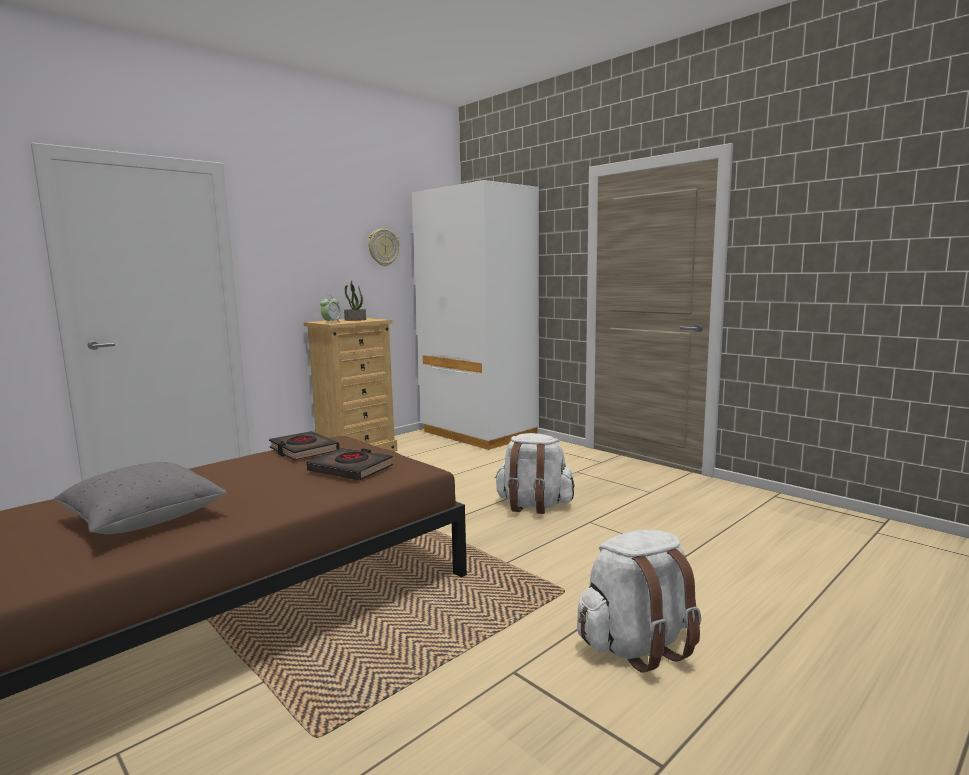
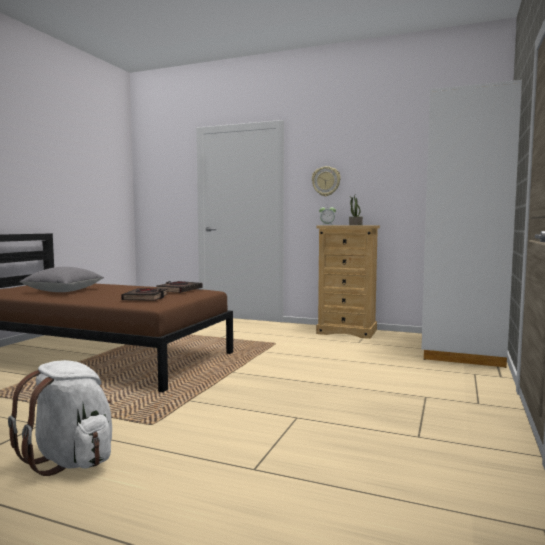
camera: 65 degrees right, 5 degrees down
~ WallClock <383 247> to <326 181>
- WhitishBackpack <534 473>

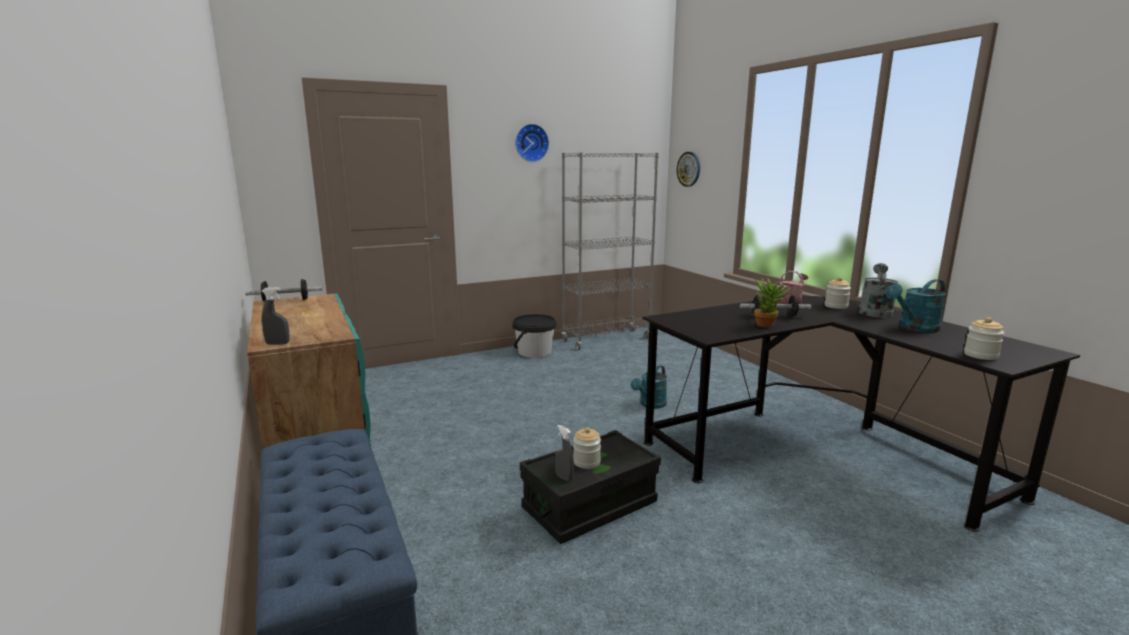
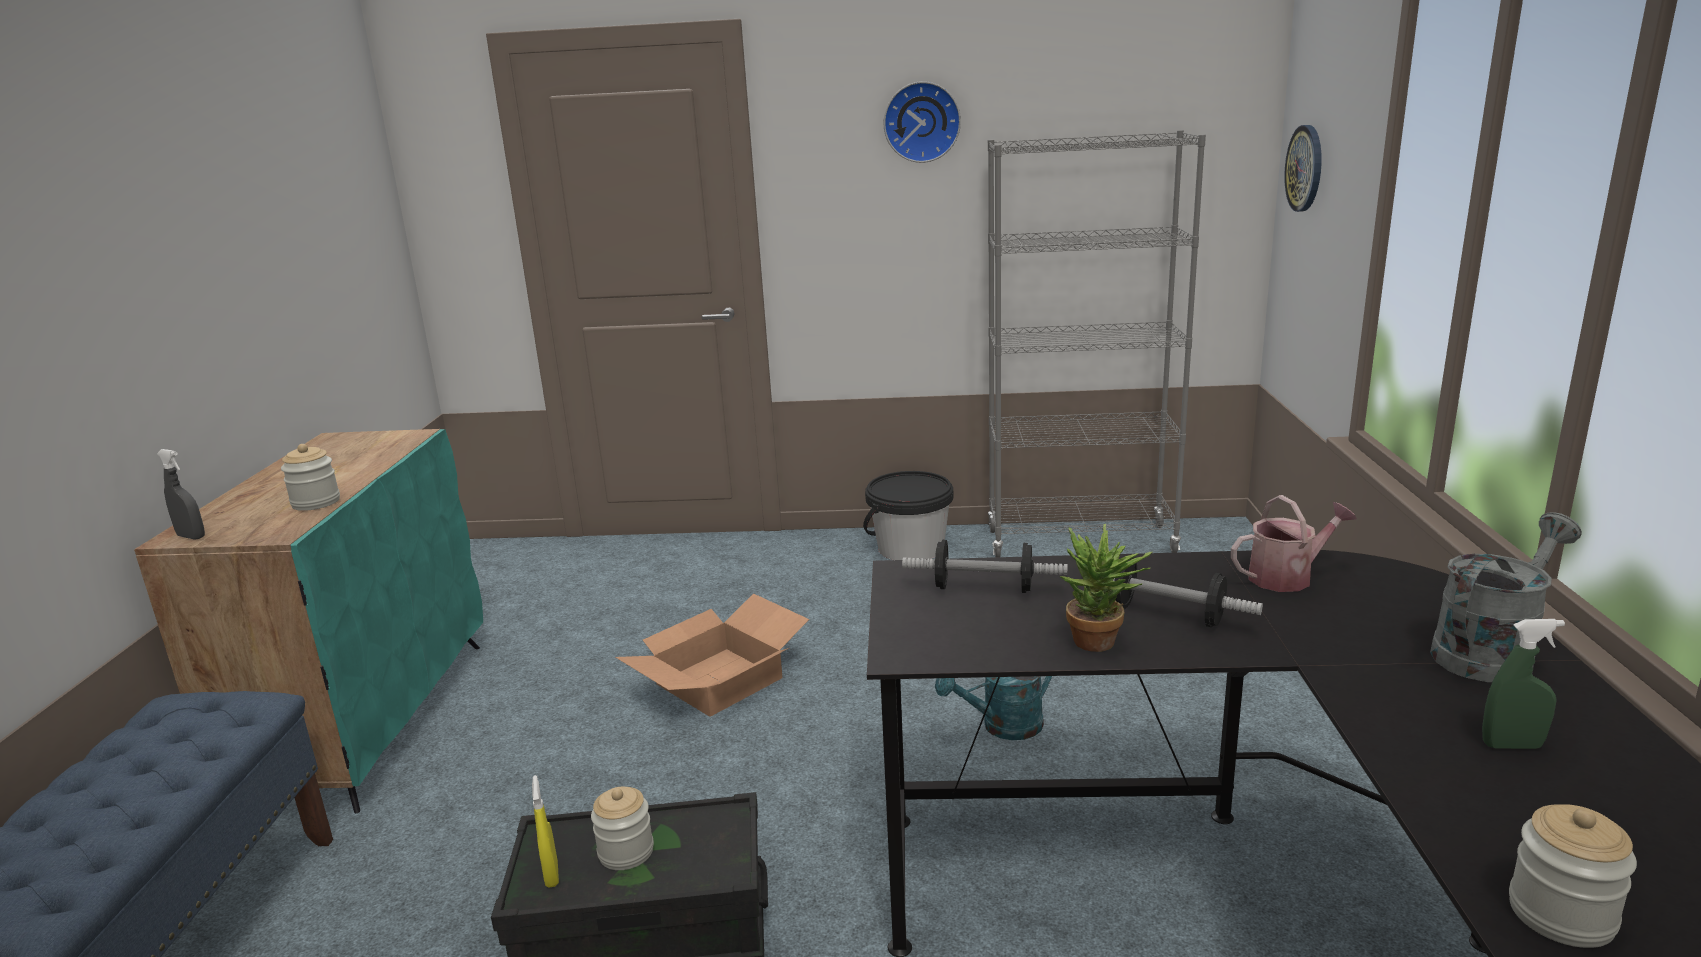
camera: 30 degrees right, 5 degrees up
~ Jar <838 293> to <310 477>
~ Dumbbell <283 290> to <985 566>
~ TurquoiseColouredWateringCan <916 306> to GreenSprayer <1523 684>
~ GreySprayer <564 453> to YellowColouredSprayer <545 831>
+ Carton <712 655>

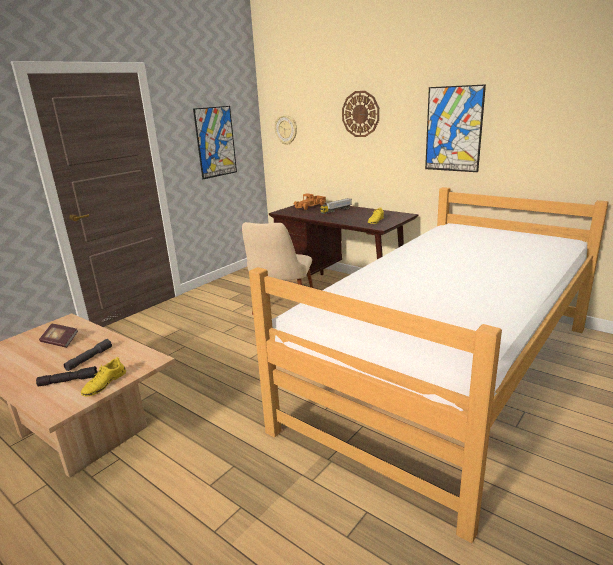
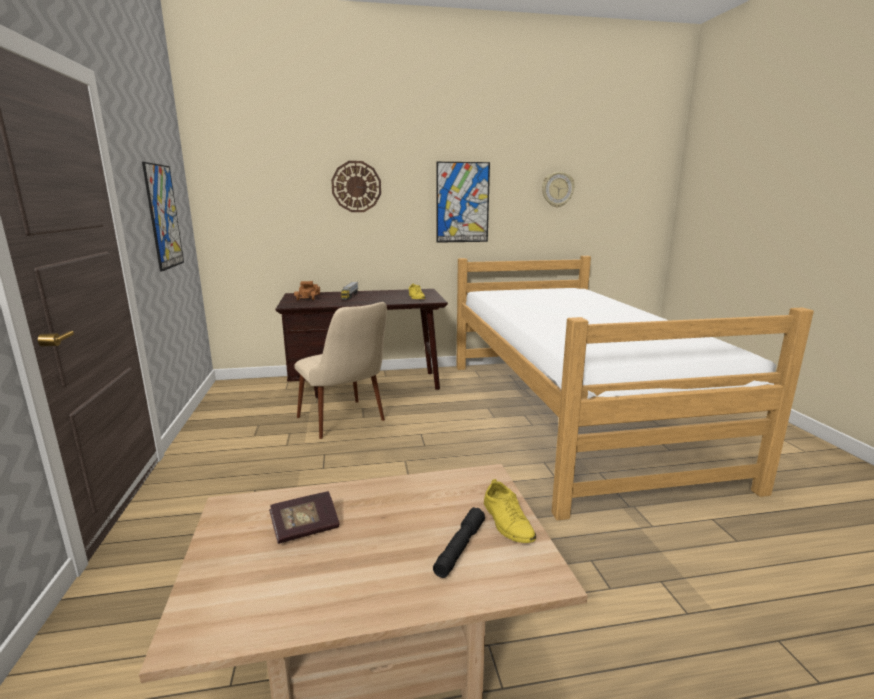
camera: 50 degrees left, 5 degrees down
~ WallClock <286 130> to <558 189>
- GreyFlashlight <88 355>

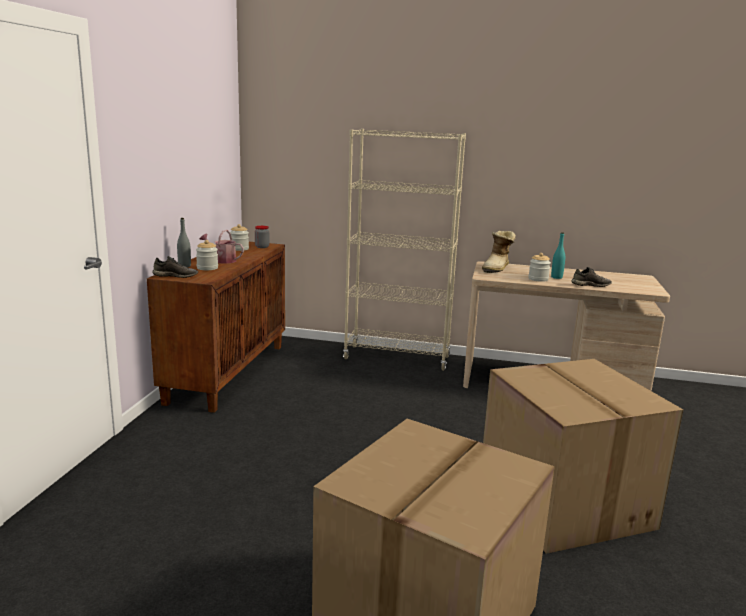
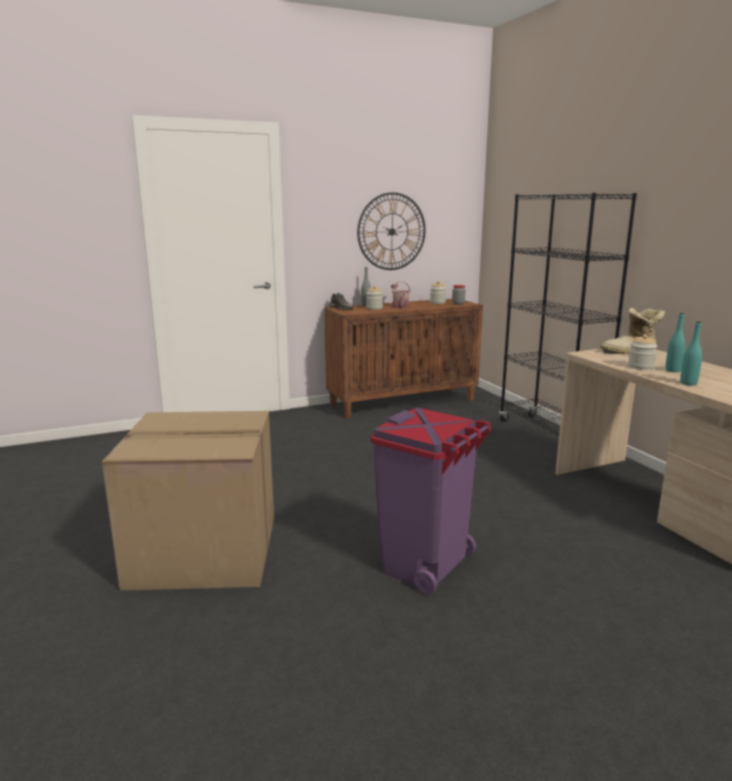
camera: 55 degrees right, 0 degrees up
~ BeigeColouredShelvingUnit <404 250> to BlackShelvingUnit <568 314>
~ GreyItemOfFootwear <591 277> to TurquoiseColouredBottle <691 353>
~ Carton <583 456> to PurplishWasteBin <431 501>
+ WallClock <391 231>

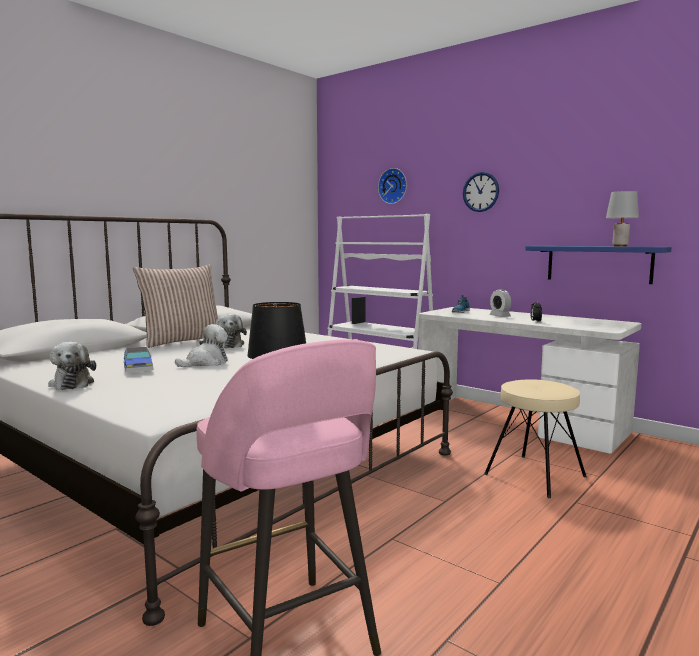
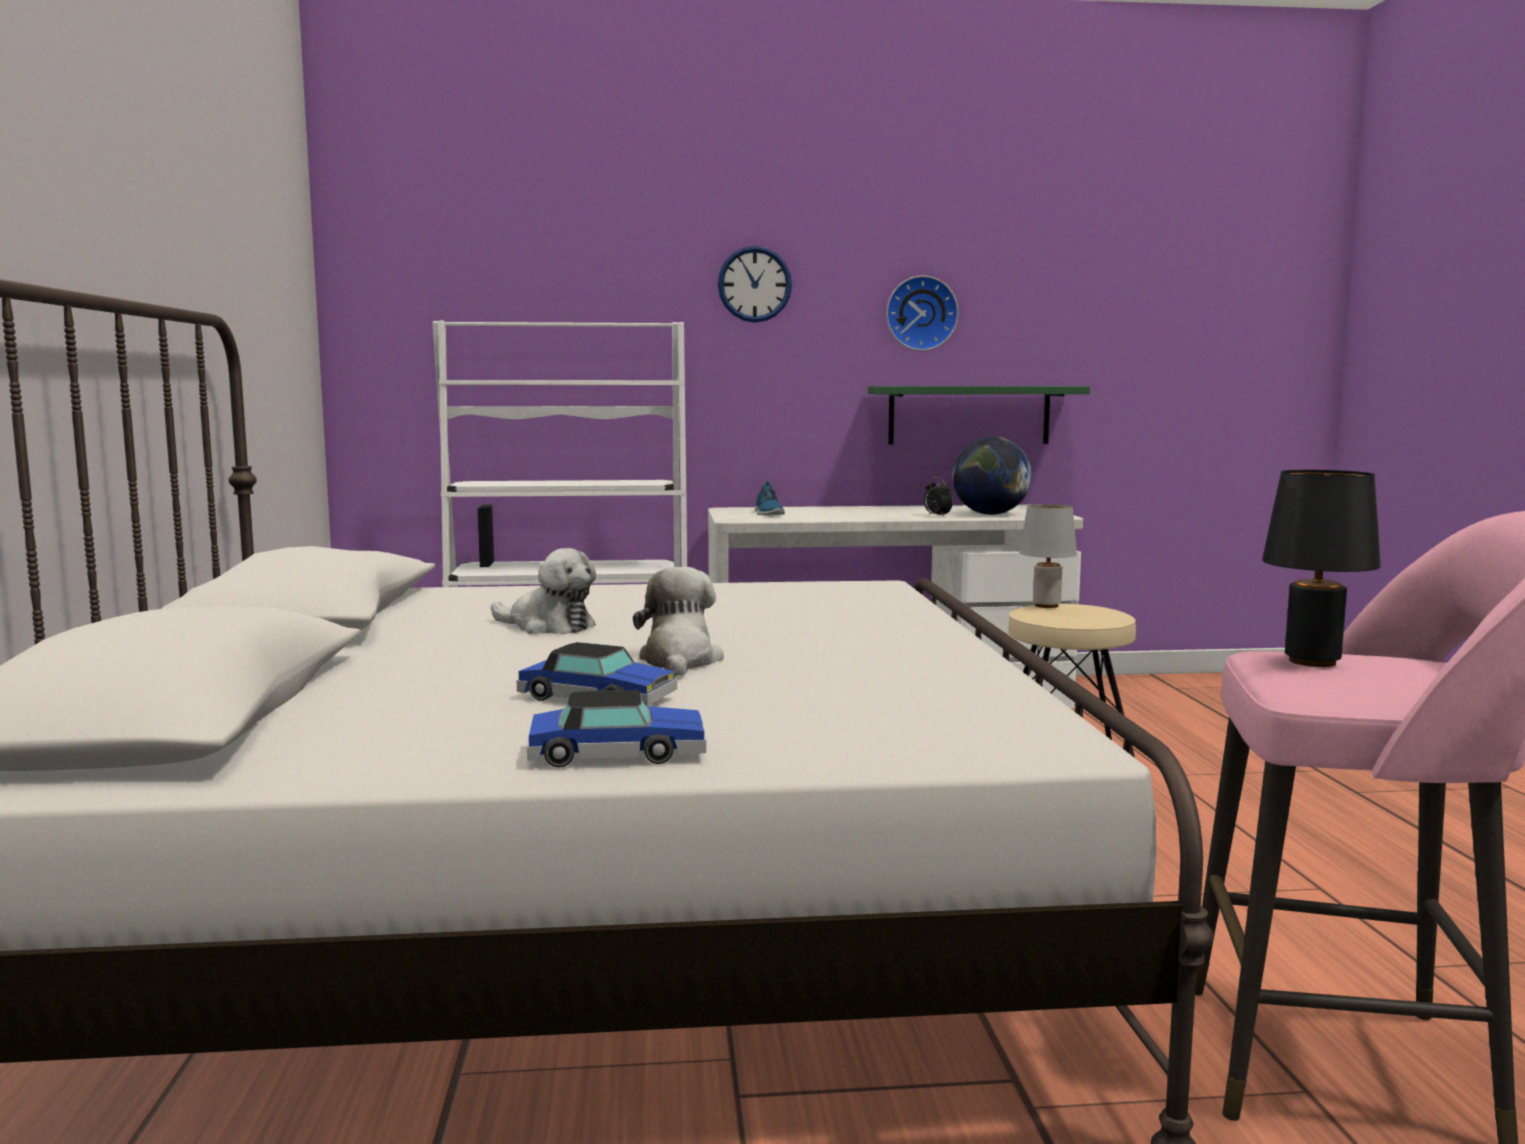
camera: 45 degrees left, 0 degrees up
~ WallClock <392 186> to <922 313>
~ GreyTableLamp <622 218> to <1048 556>
~ BluishWallShelf <598 265> to GreenWallShelf <979 415>
- Pillow <175 306>
- AlarmClock <500 303>
~ CuddlyToy <72 366> to ToyCar <616 728>
+ Globe <992 475>

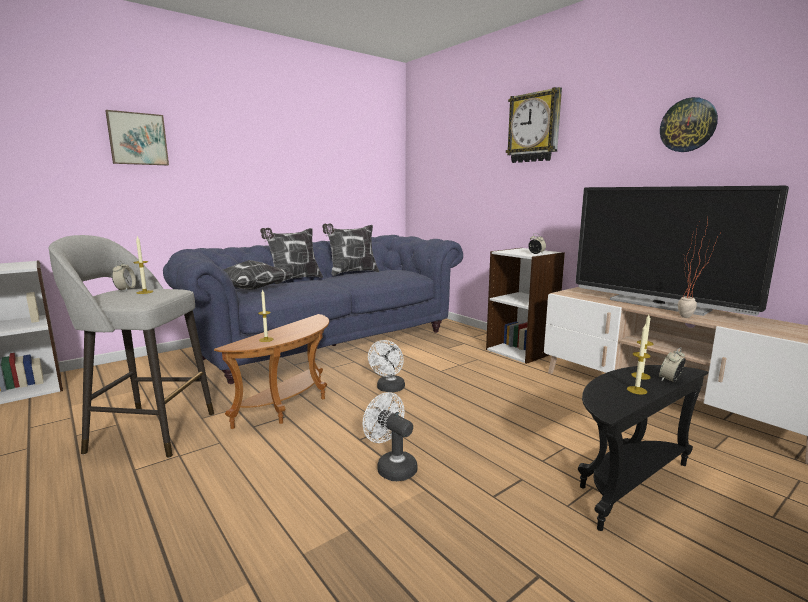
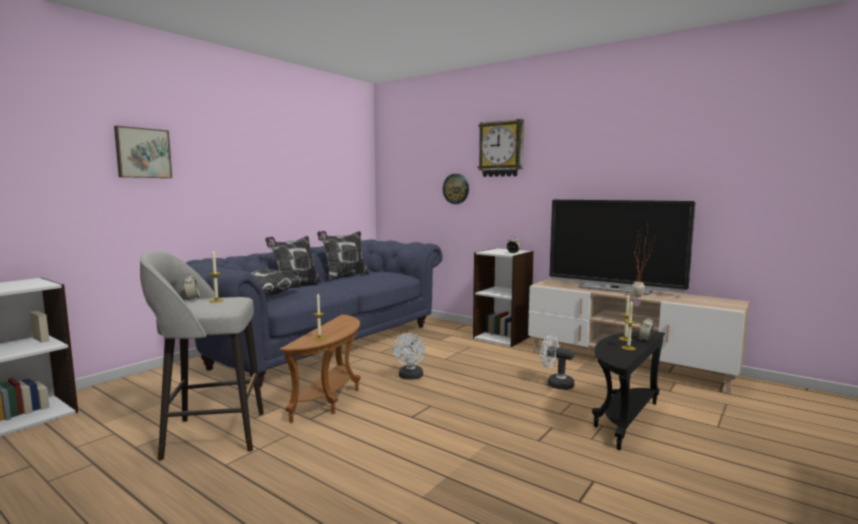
camera: 15 degrees left, 5 degrees down
~ WallClock <689 124> to <456 189>
~ WhitishFan <390 436> to <557 362>

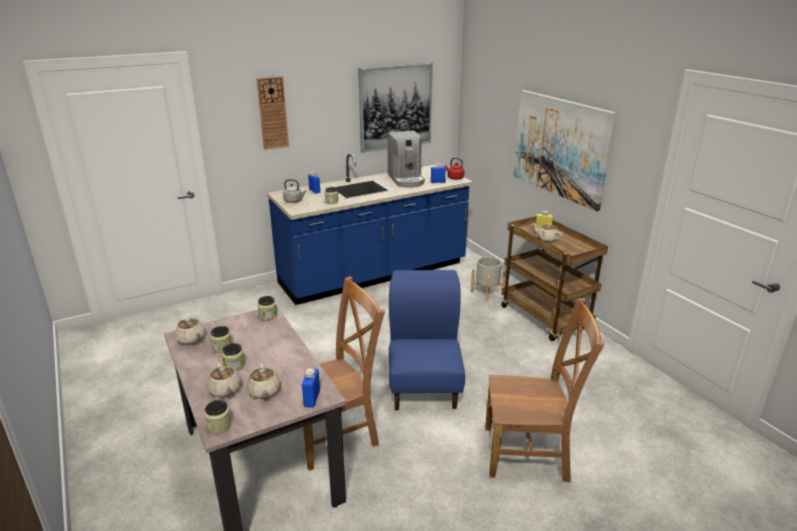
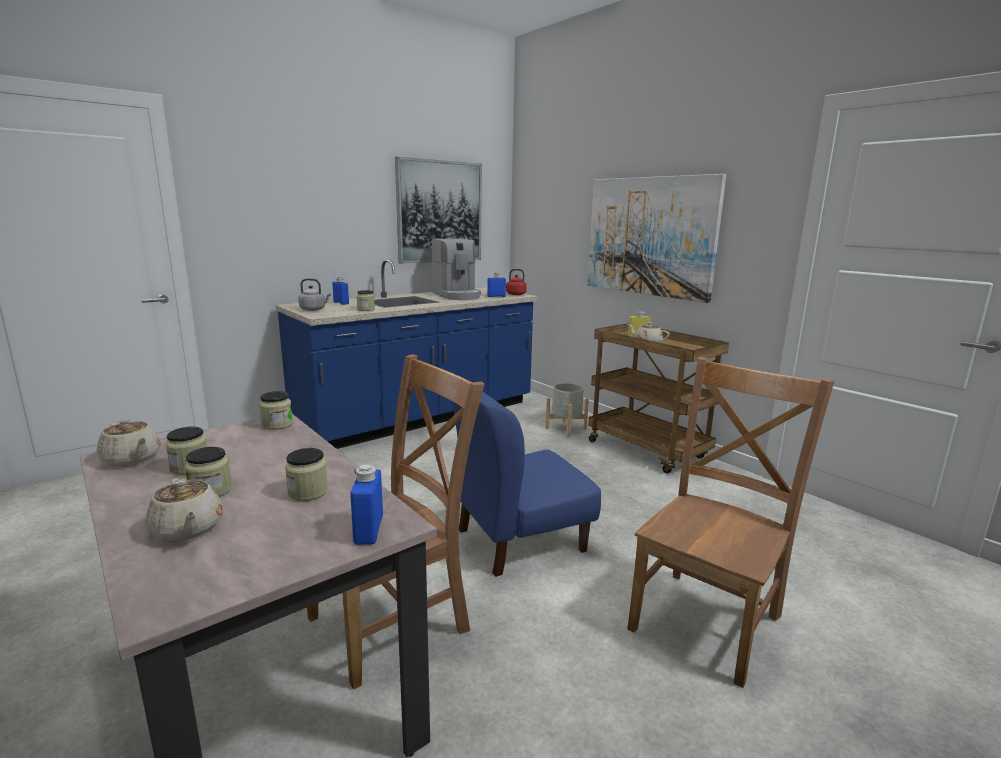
camera: 10 degrees left, 10 degrees down
- WallClock <272 113>
~ BluishUprightChair <427 340> = <526 484> 105 degrees counterclockwise
~ BrownUprightChair <545 390> = <731 522> 45 degrees counterclockwise
- BeigeColouredTeaPot <264 381>
~ Jar <218 417> to <306 474>

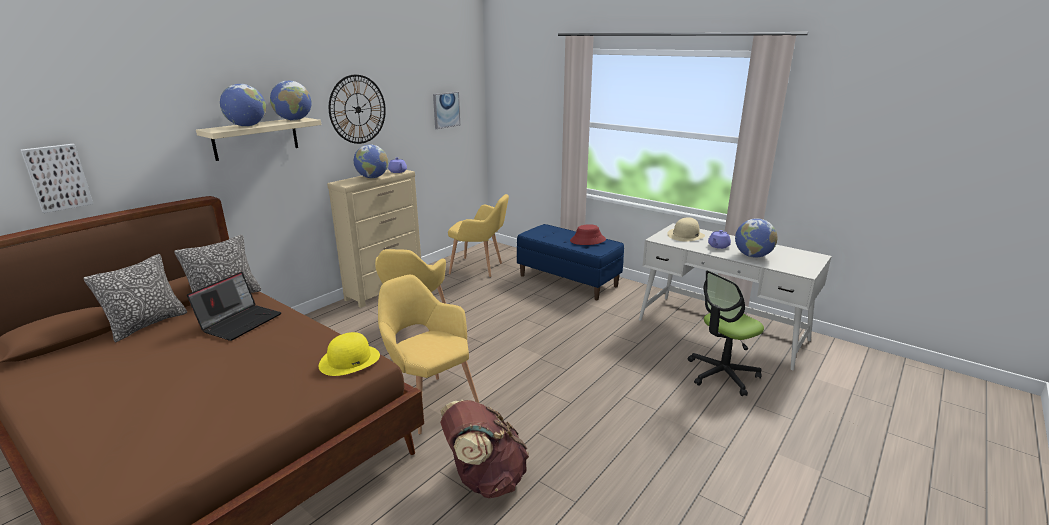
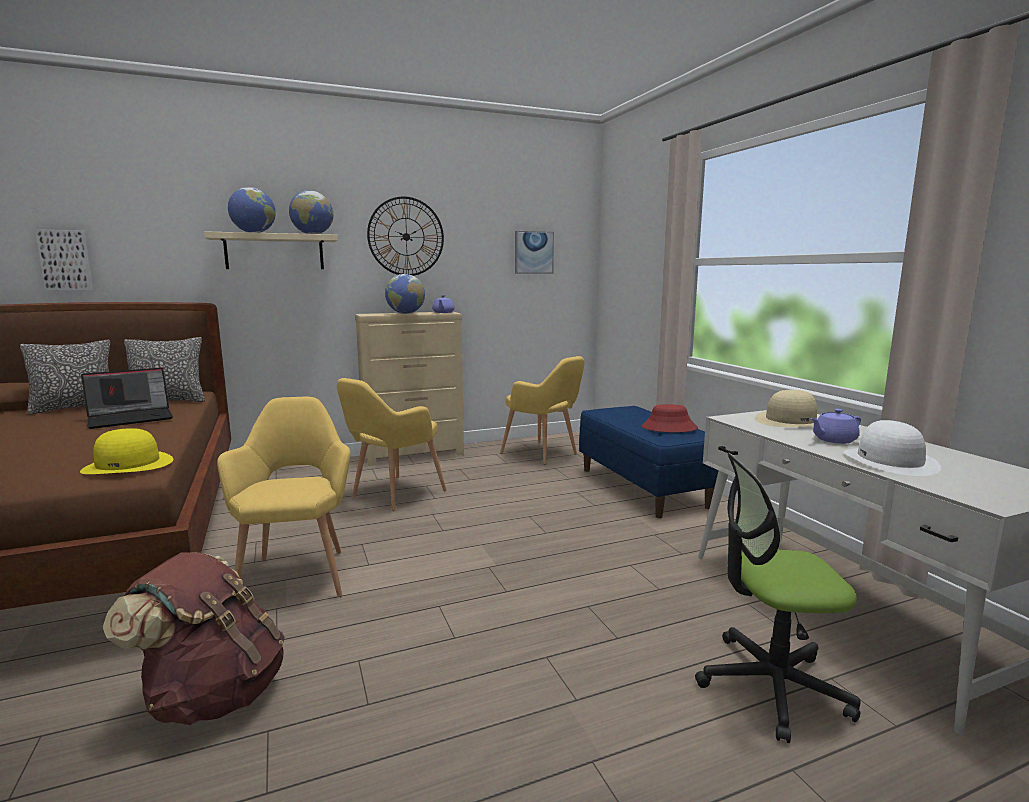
camera: 30 degrees right, 10 degrees down
~ Globe <756 238> to WhitishHat <892 448>

